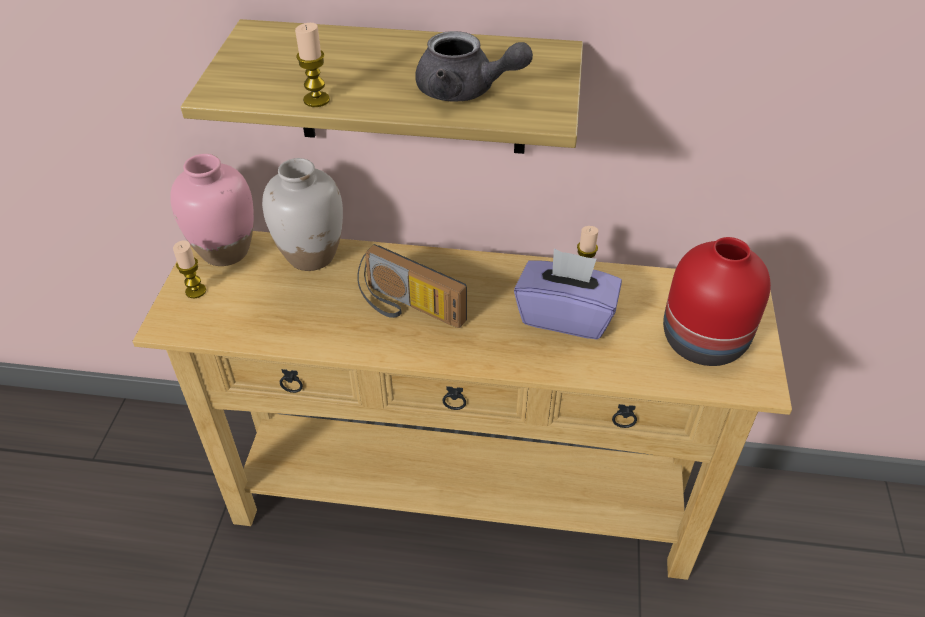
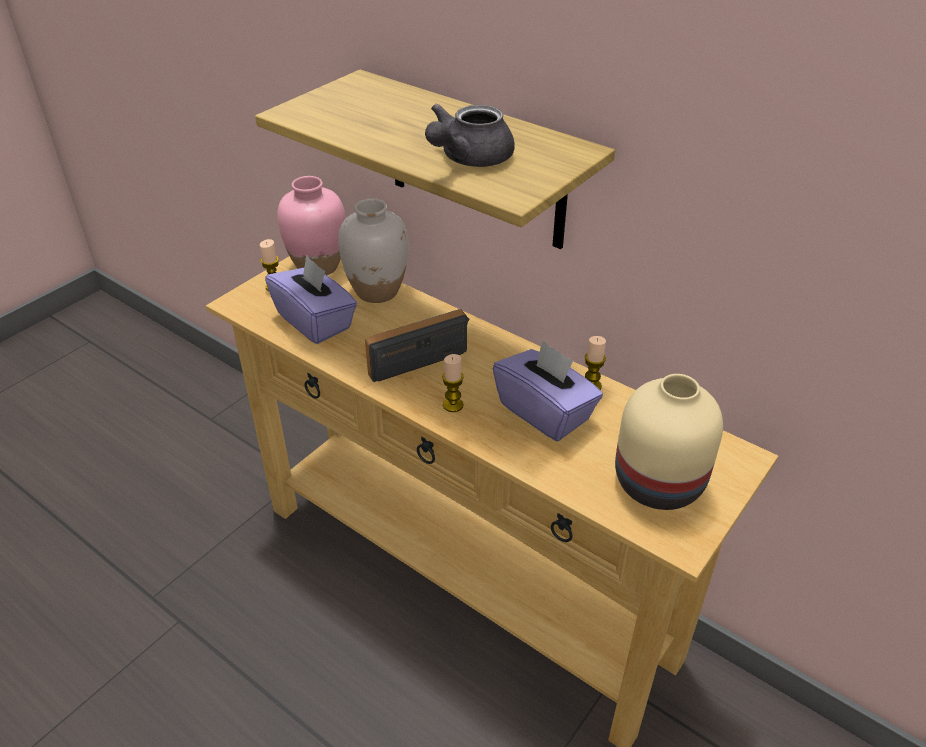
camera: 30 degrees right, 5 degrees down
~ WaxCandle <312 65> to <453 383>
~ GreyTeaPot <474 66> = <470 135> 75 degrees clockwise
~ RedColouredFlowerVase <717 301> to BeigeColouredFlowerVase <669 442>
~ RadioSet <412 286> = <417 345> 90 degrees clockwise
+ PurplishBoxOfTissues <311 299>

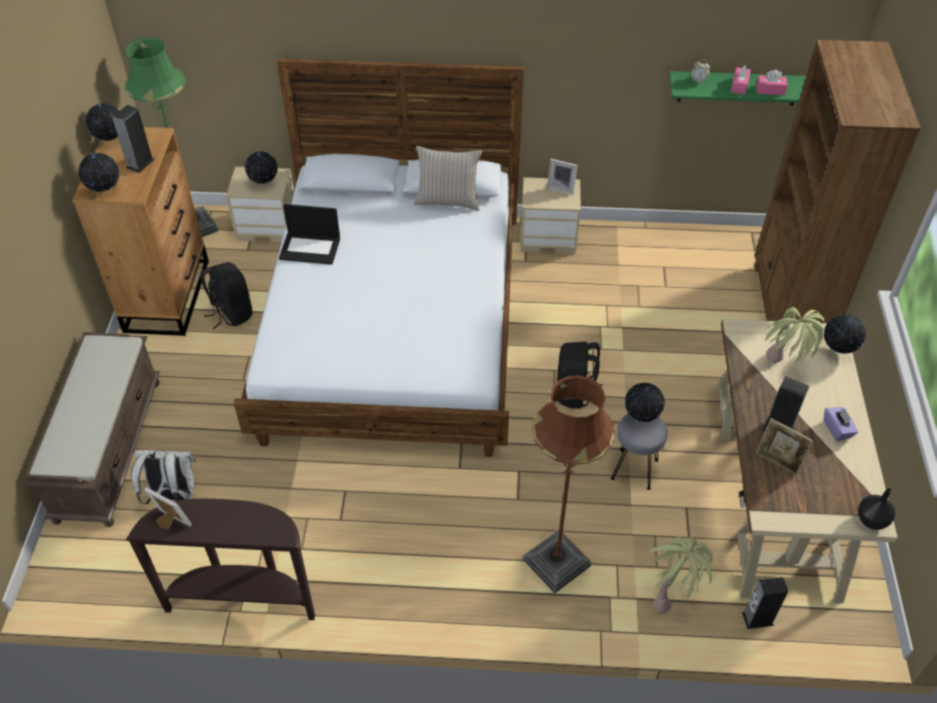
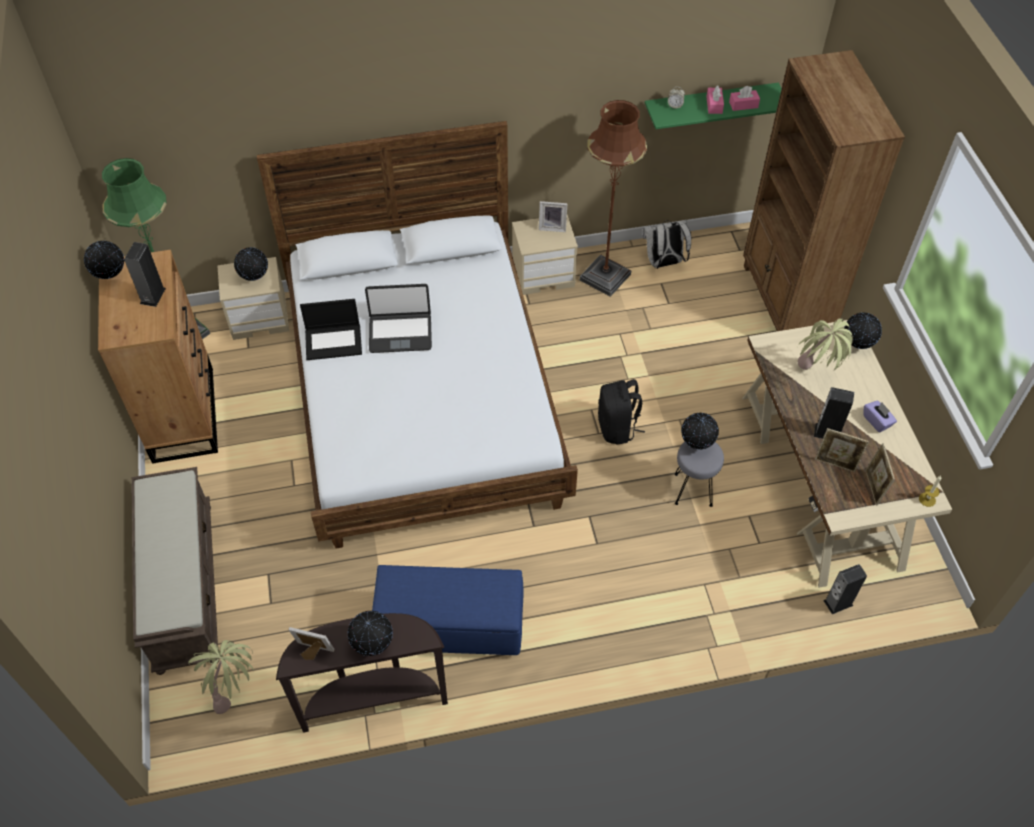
camera: 15 degrees left, 5 degrees up
- BeigeColouredPillow <448 178>
~ Globe <99 172> to <370 633>
- BlackBackpack <226 295>
~ BrownStandingLamp <569 484> to <613 198>
~ WhitishBackpack <163 476> to <667 244>
~ BlackFlowerVase <876 509> to WaxCandle <930 491>
~ PottedPlant <682 575> to <221 677>
+ NotebookComputer <398 318>
+ StandingFrame <880 474>
+ BluishOttoman <447 610>

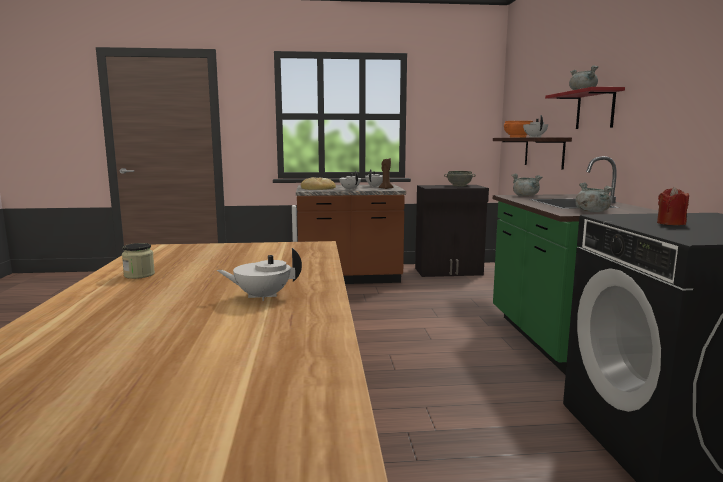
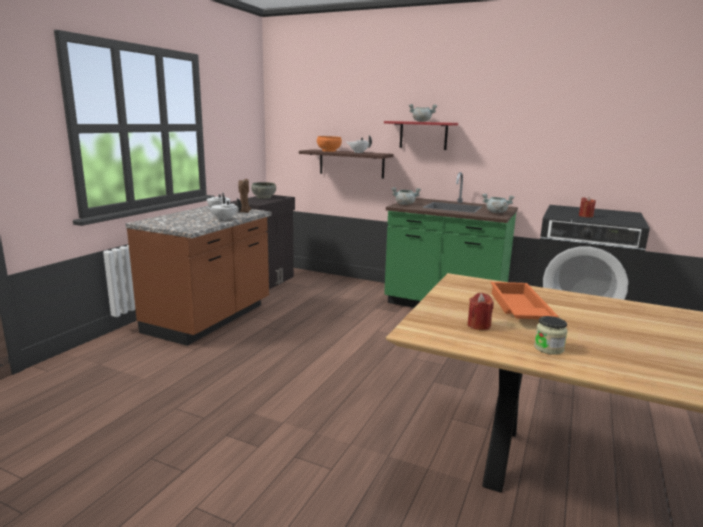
camera: 60 degrees left, 5 degrees up
- BakeryBread <318 183>
- WhitishTeaPot <259 274>
+ OrangeTray <525 300>
+ RedColouredWaxCandle <480 311>

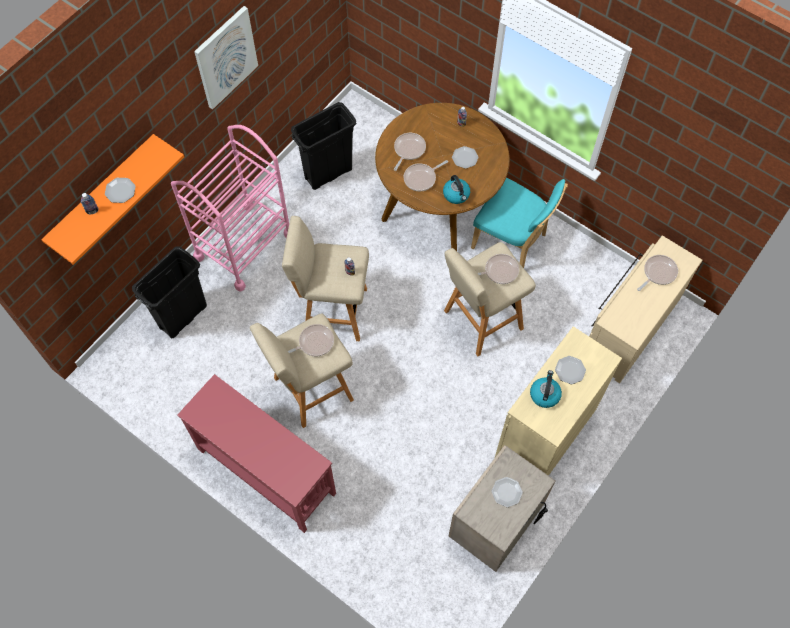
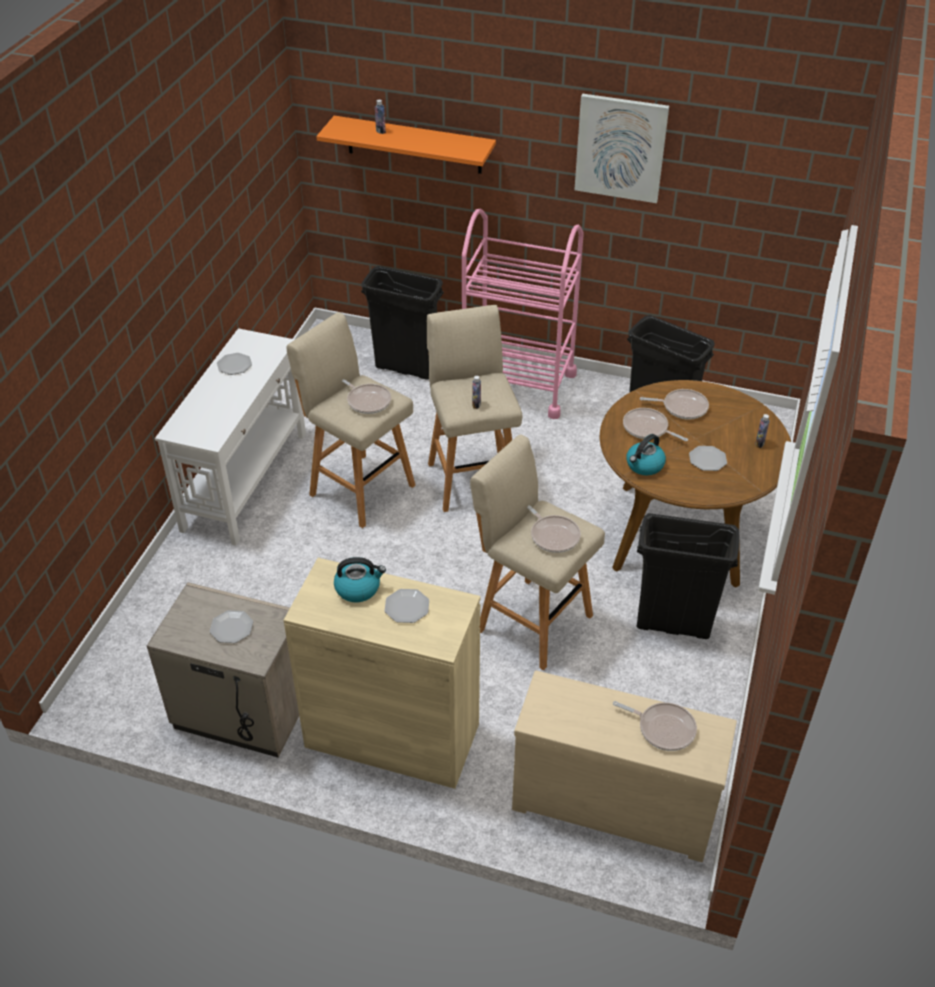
camera: 70 degrees right, 20 degrees down
~ TurquoiseColouredUprightChair <519 222> to BlackWasteBin <688 576>
~ FlatDish <120 190> to <234 364>
~ RedColouredNarrowTable <256 453> to WhitishNarrowTable <230 437>

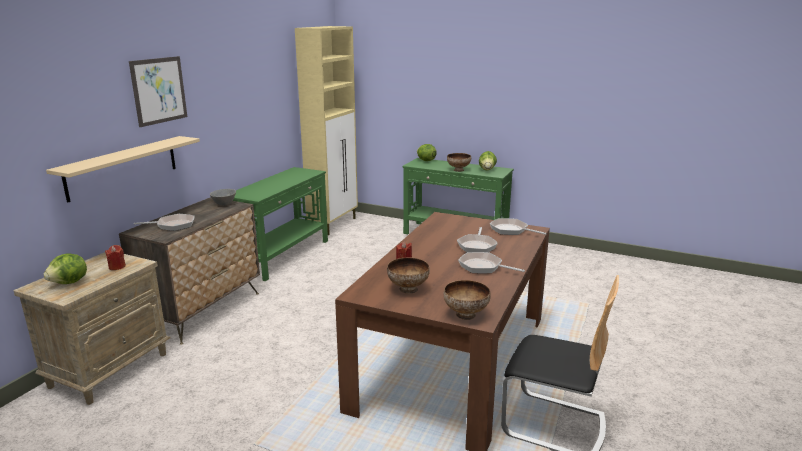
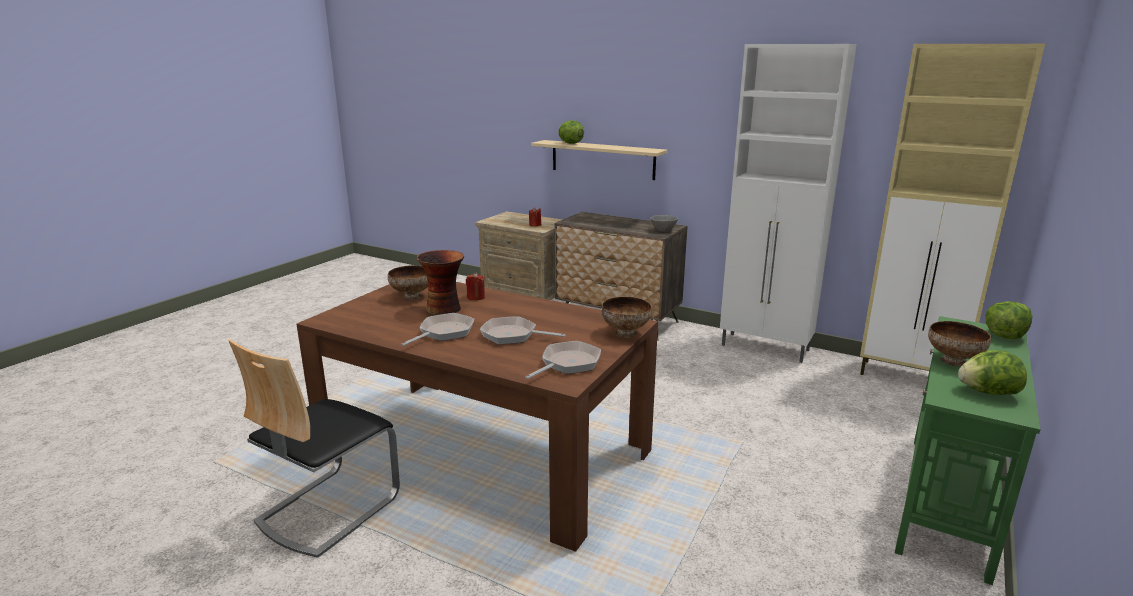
camera: 95 degrees right, 0 degrees up
- Picture <158 91>
~ GreenNarrowTable <280 224> to WhitishCabinet <788 203>
- FryingPan <164 222>
~ HeadOfLettuce <65 269> to <571 132>
~ Bowl <467 300> to <626 317>
+ FlowerVase <440 282>

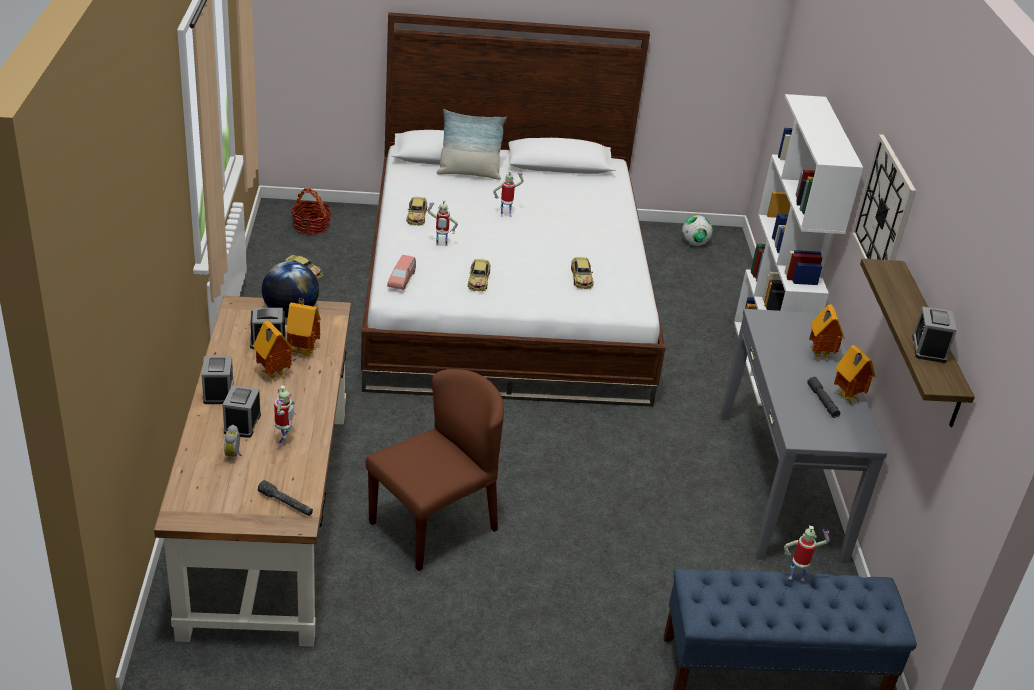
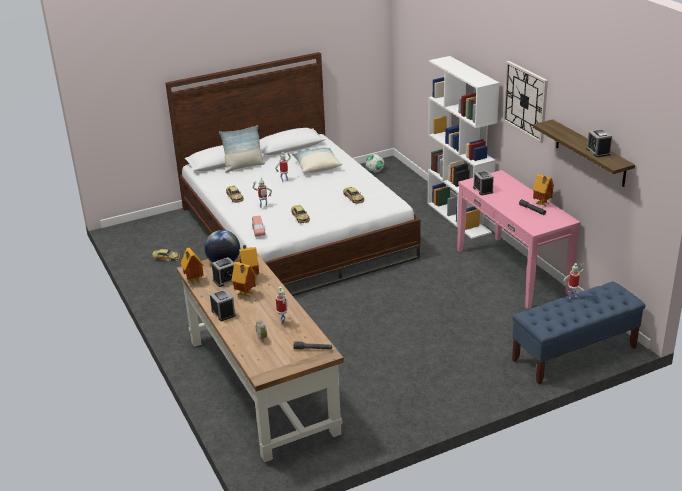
camera: 20 degrees left, 5 degrees down
- Basket <311 211>
~ ModelHouse <827 332> to <192 266>
~ GreyNarrowTable <803 436> to PinkNarrowTable <518 239>
- BrownUprightChair <435 470>
~ AlarmClock <241 411> to <483 182>
+ Pillow <317 160>

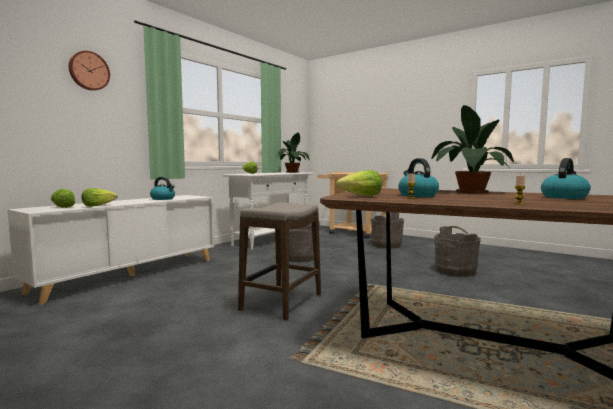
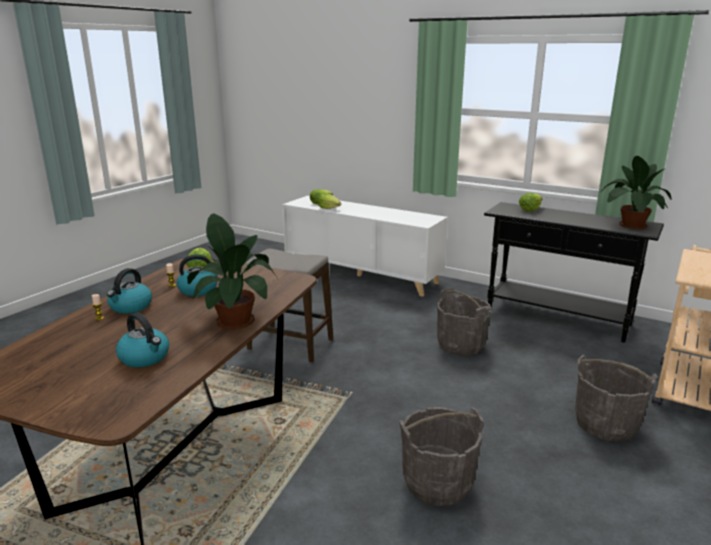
camera: 85 degrees right, 15 degrees up
- WallClock <89 71>
~ WhitishNarrowTable <268 211> to BlackNarrowTable <574 272>
~ Kettle <162 188> to <129 291>

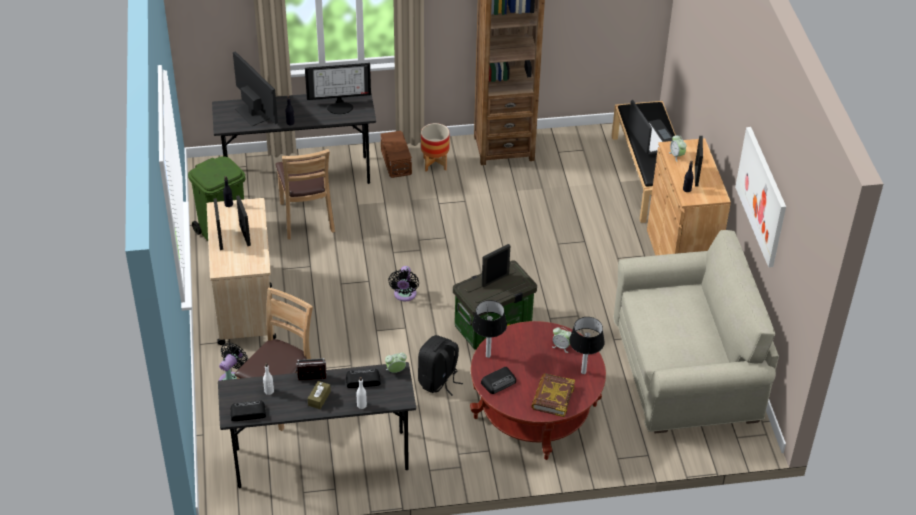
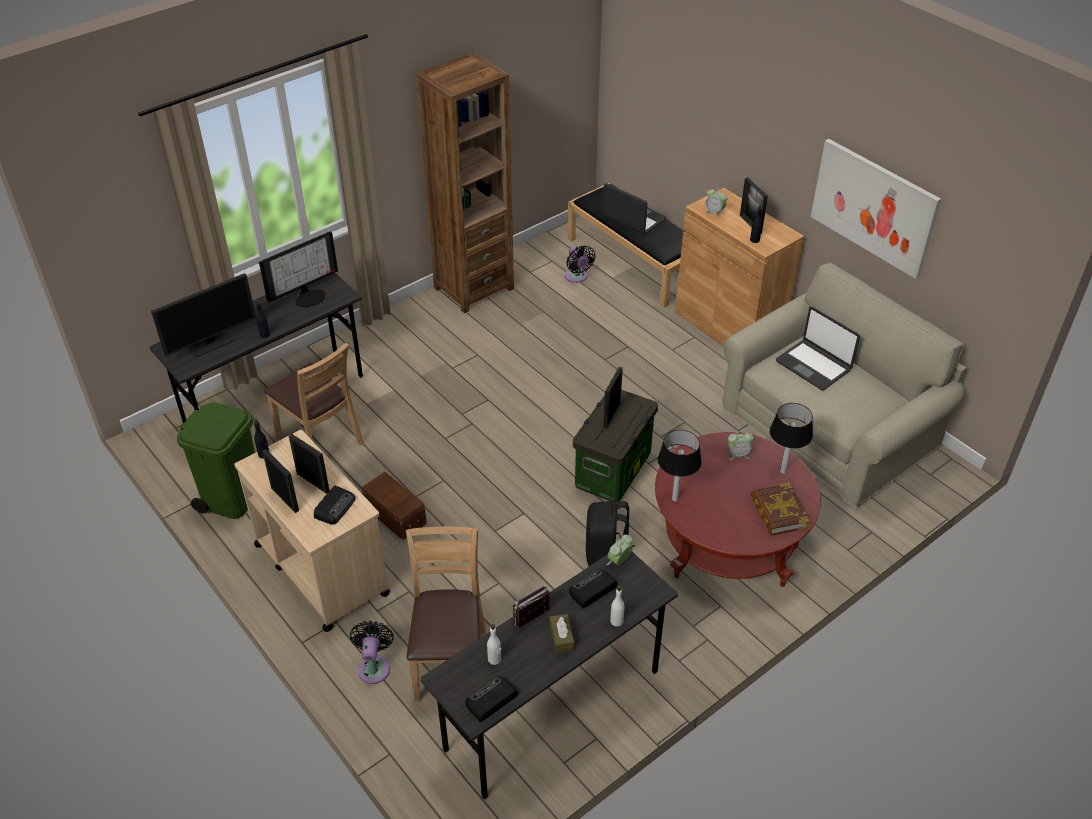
camera: 30 degrees left, 0 degrees up
~ ComputerScreen <255 88> = <203 315> 120 degrees clockwise
- PlantPot <435 147>
~ BrownStorageContainer <396 154> to <394 506>
~ BlackFan <403 283> to <580 264>
~ RadioSet <498 380> to <334 505>
+ NotebookComputer <818 348>

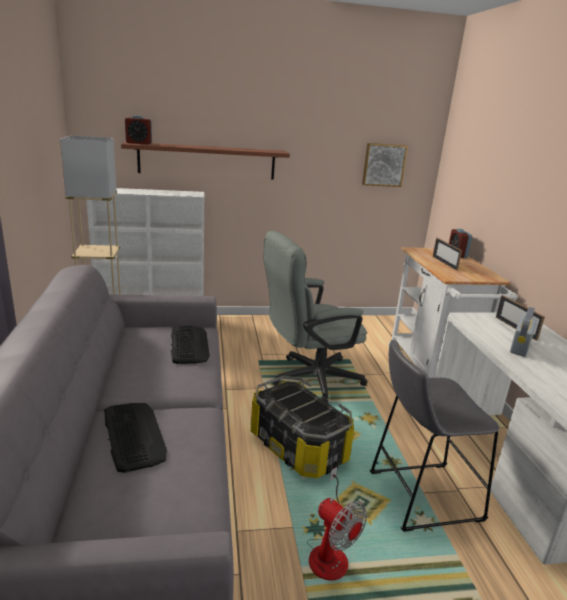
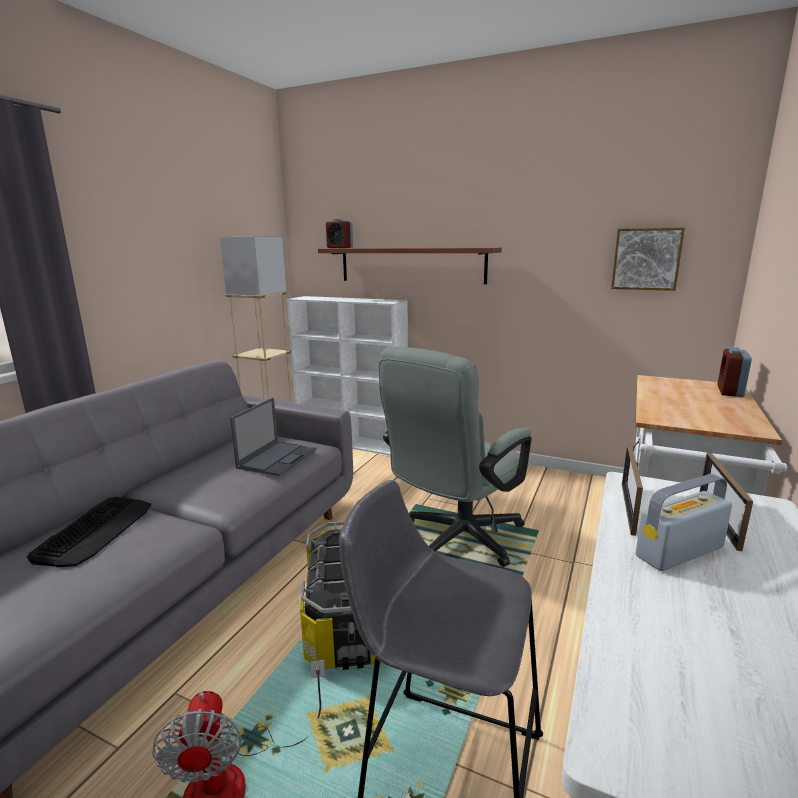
camera: 35 degrees right, 5 degrees down
~ GreyOfficeChair <315 317> = <455 457> 60 degrees counterclockwise
~ StandingFrame <447 254> to <632 490>
~ Keyboard <190 345> to NotebookComputer <273 436>

